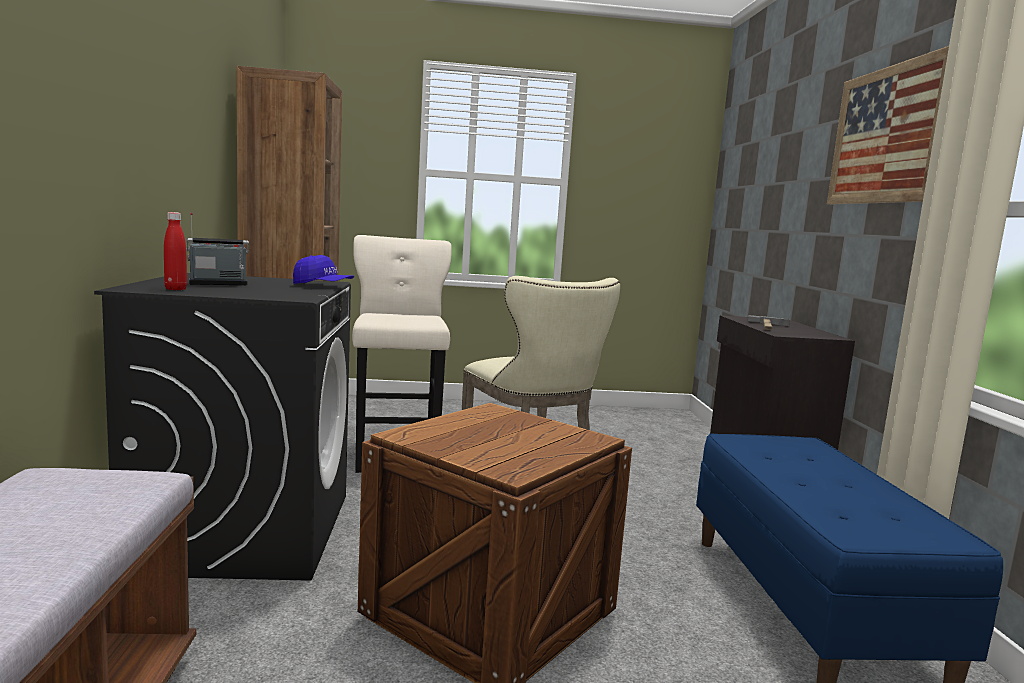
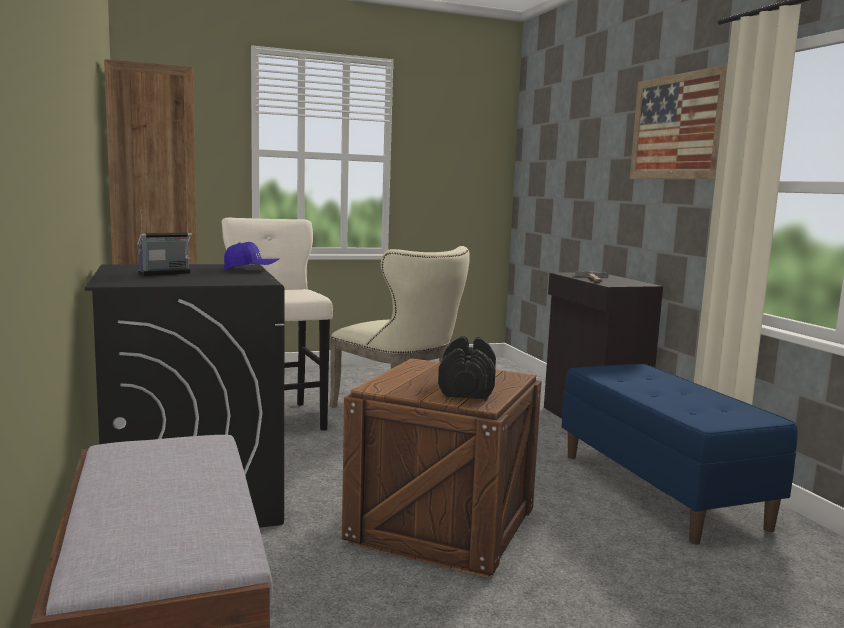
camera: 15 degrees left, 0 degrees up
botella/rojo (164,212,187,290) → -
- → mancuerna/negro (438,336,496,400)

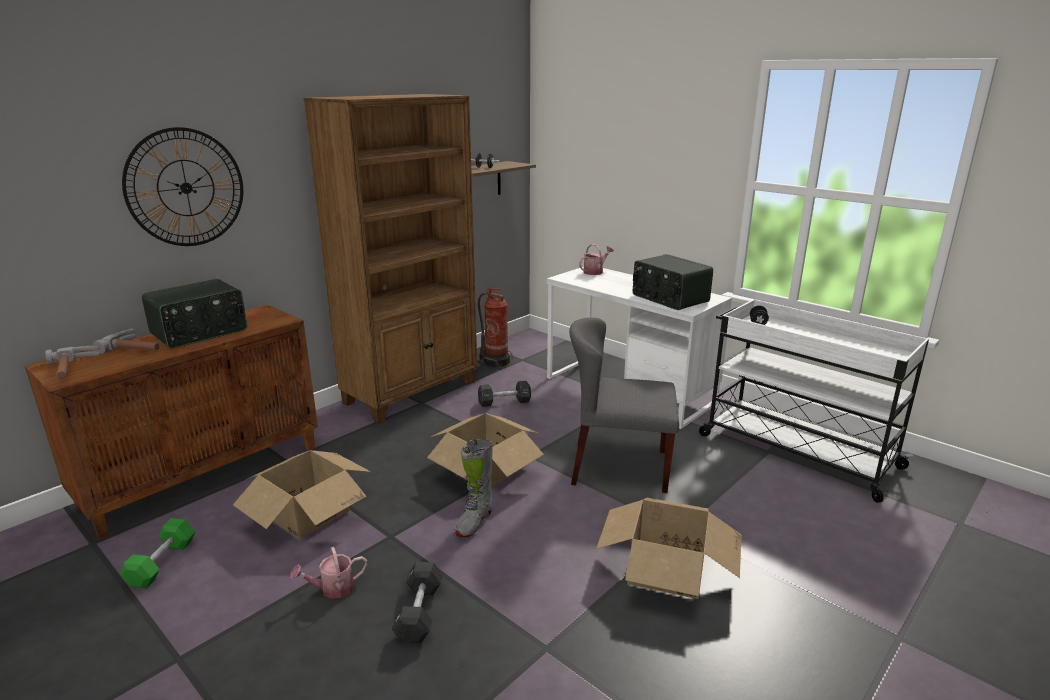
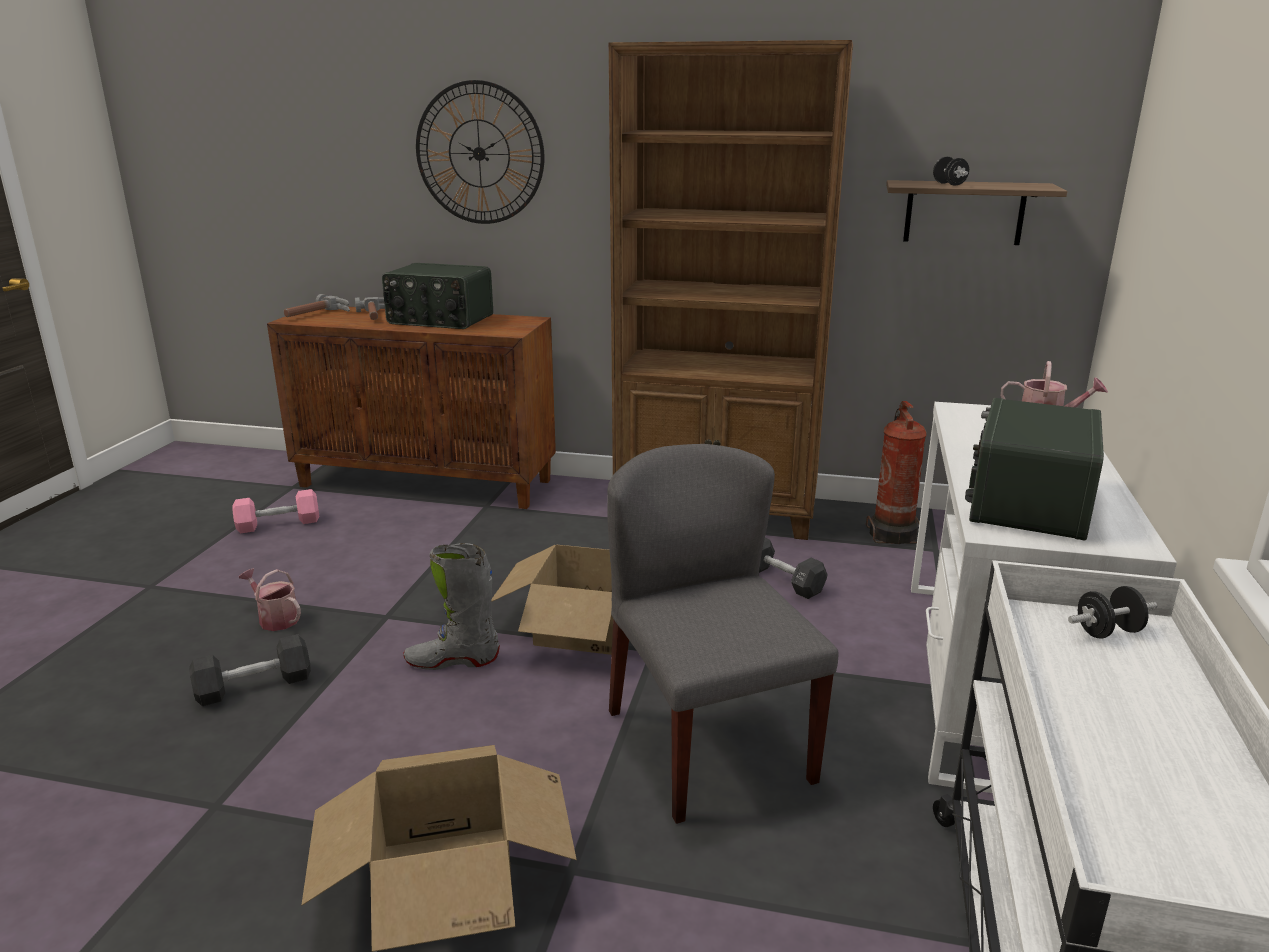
camera: 60 degrees right, 0 degrees up
caja de cartón (233,450,371,539) → -
mancuerna/verde (120,518,195,589) → mancuerna/rosa (232,489,319,534)

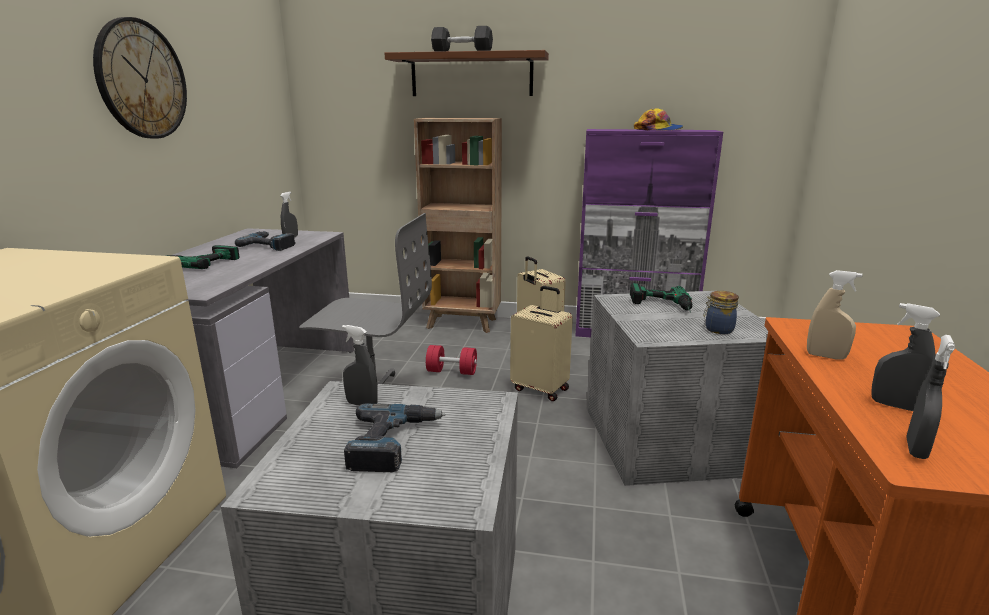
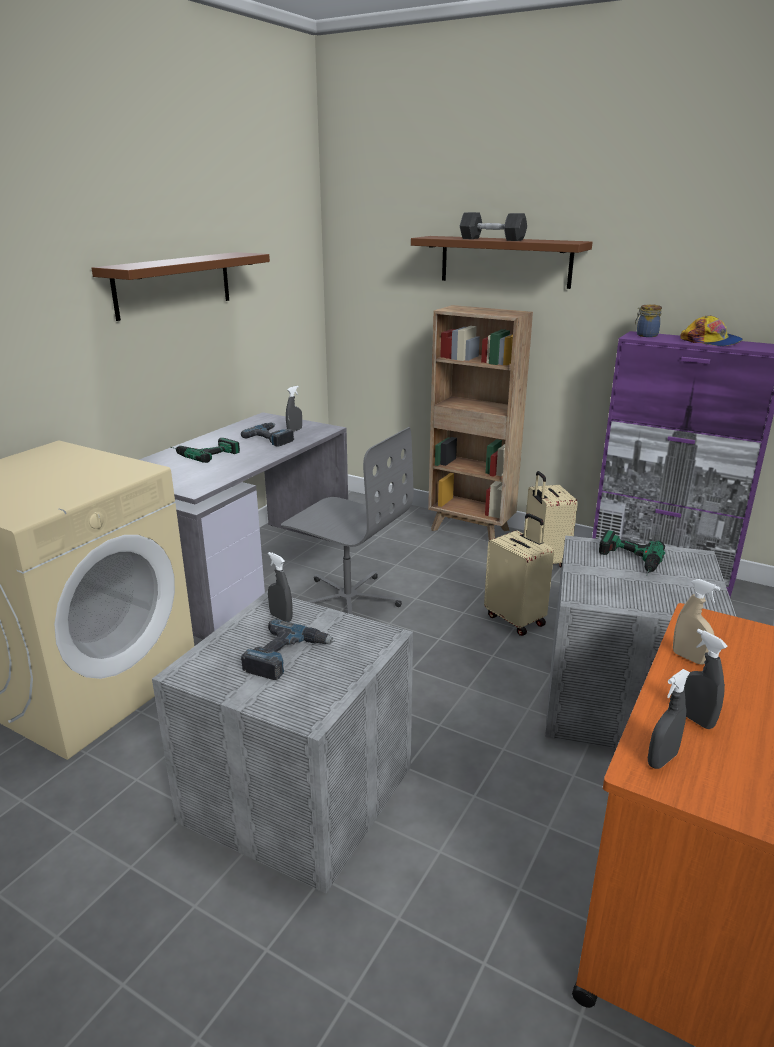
camera: 20 degrees right, 5 degrees up
reloj de pared (93,17,187,138) → estante/marrón (92,252,270,321)
tarro (703,291,739,334) → tarro (635,304,662,337), move
mancuerna/rojo (426,345,477,375) → -

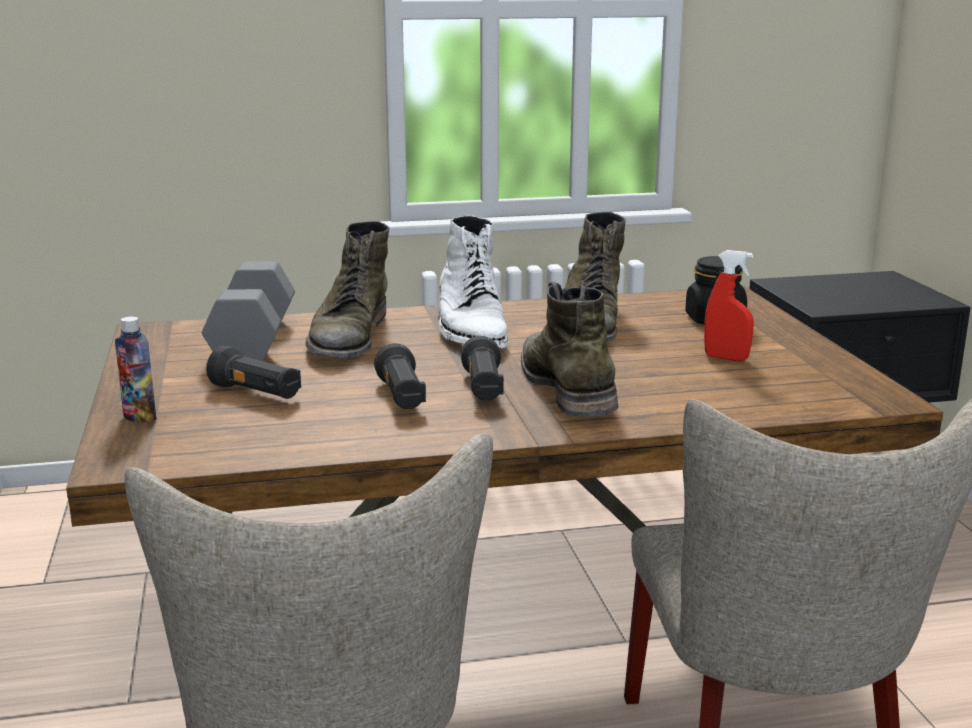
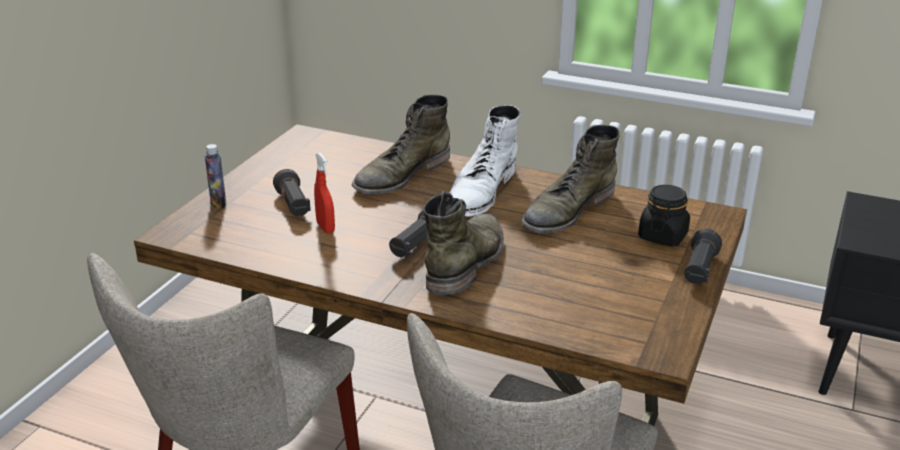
camera: 35 degrees right, 10 degrees up
pulverizador/rojo (704,250,754,361) → pulverizador/rojo (314,153,335,234), move
mancuerna/gris (202,261,295,361) → -
linterna/negro (374,343,426,409) → linterna/negro (684,229,722,284), move

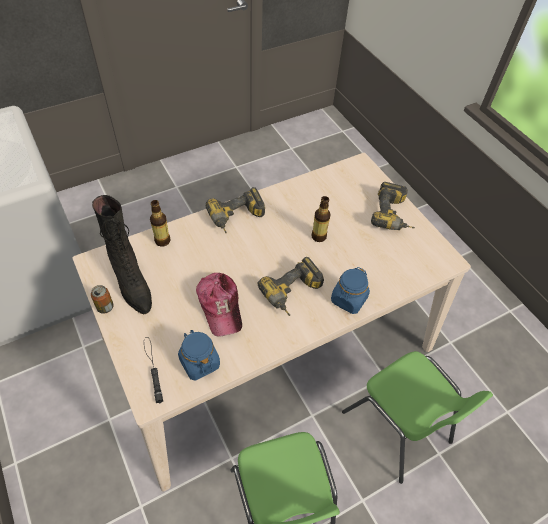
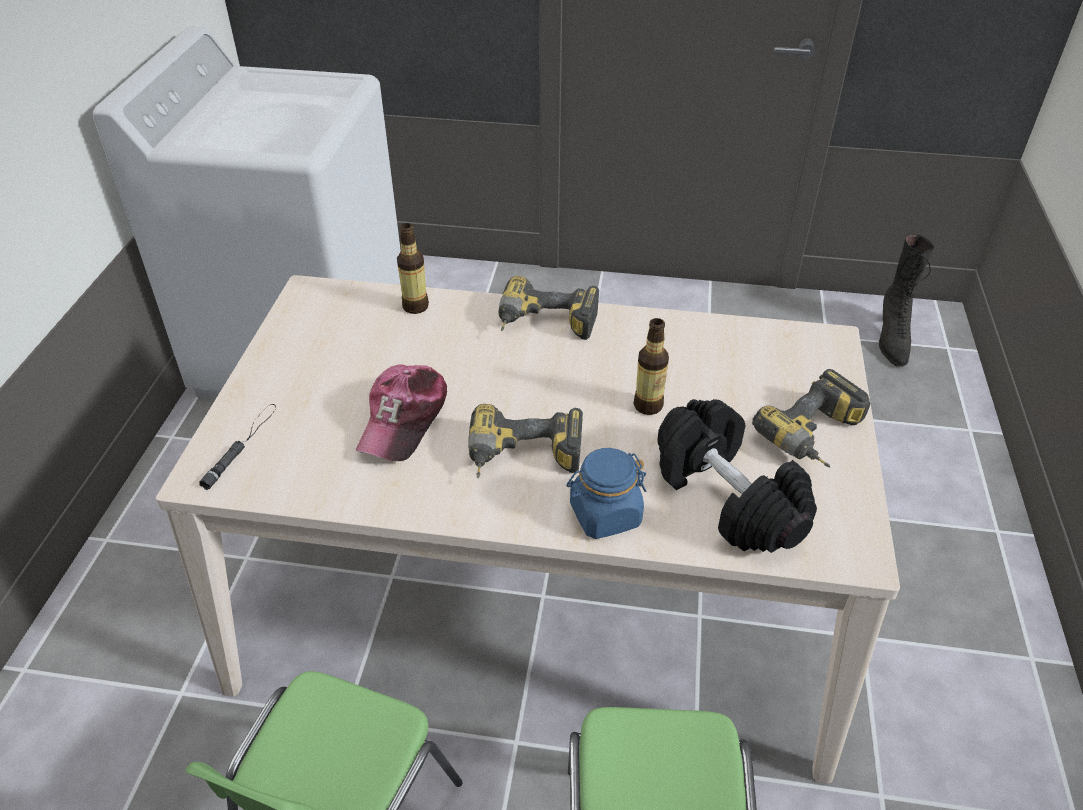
camera: 40 degrees right, 10 degrees down
bota/negro (92,195,152,314) → bota/negro (879,234,934,367), move
lata (91,285,114,314) → -
tarro/azul (178,330,220,381) → -
- → mancuerna/negro (657,399,817,553)

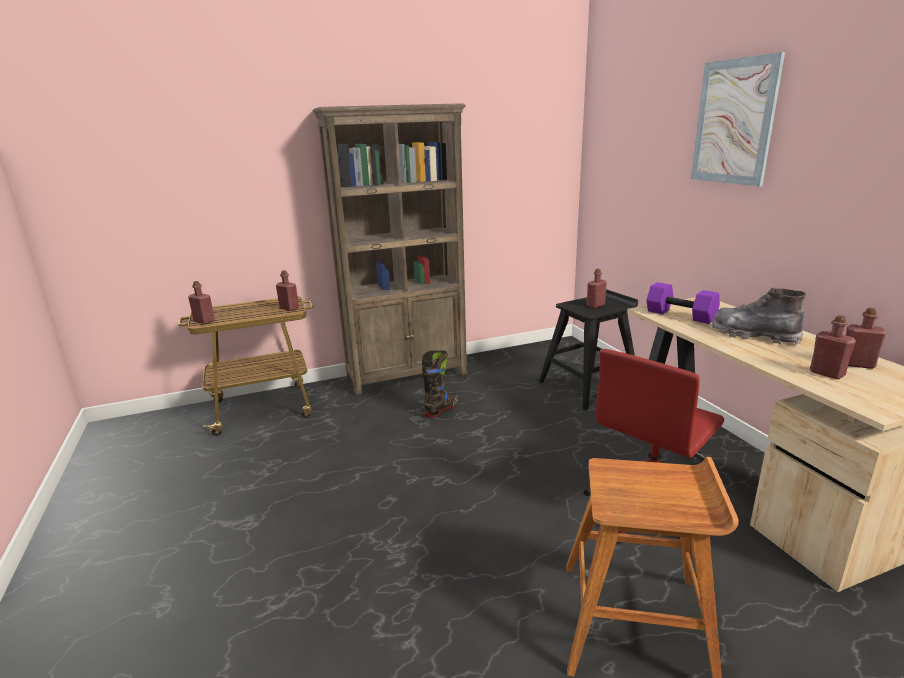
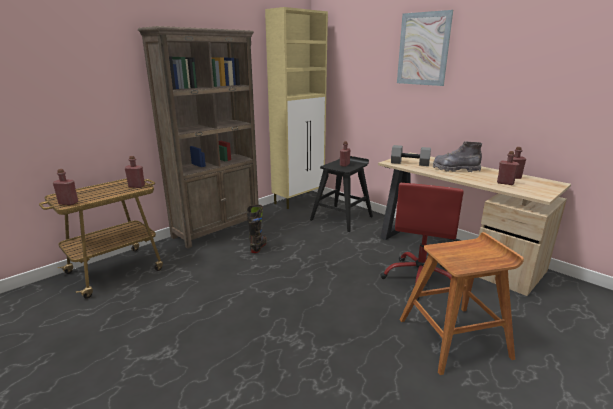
camera: 25 degrees left, 0 degrees up
mancuerna/morado (646,282,720,324) → mancuerna/gris (391,145,431,166)
- → armario/beis (265,7,328,209)

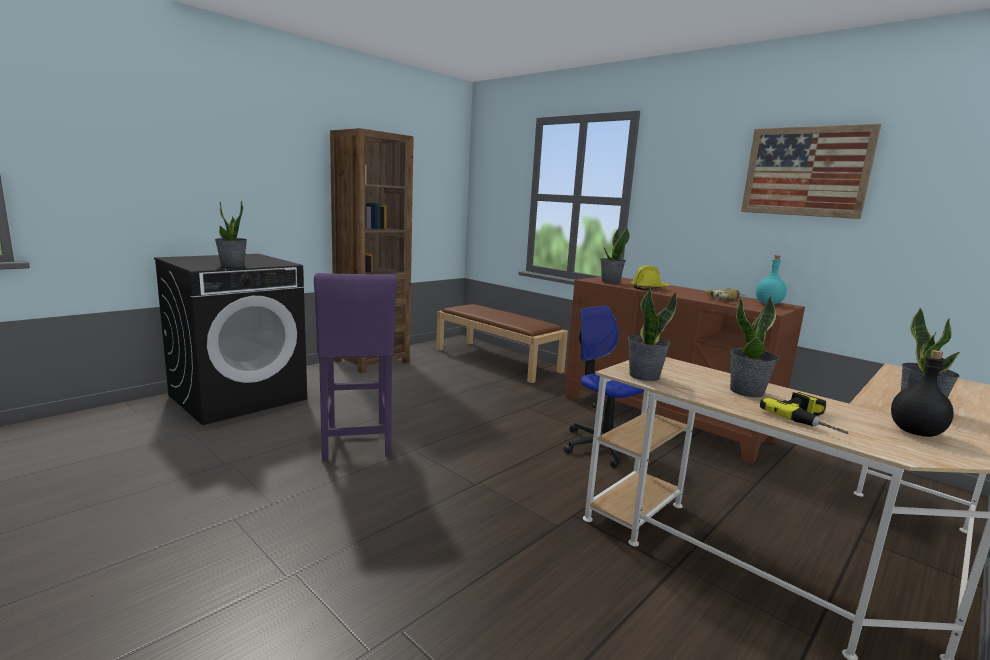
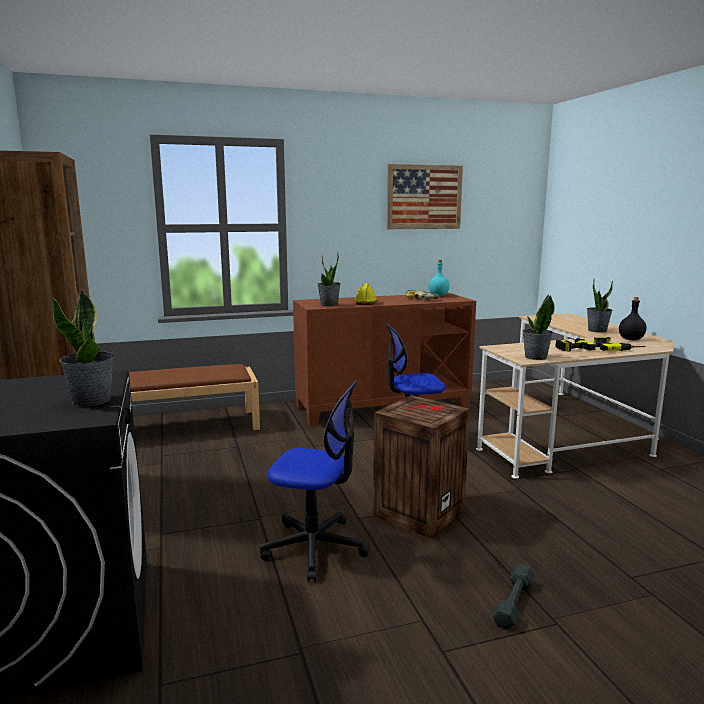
camera: 60 degrees left, 0 degrees up
taburete/morado (314,273,397,461) → silla de oficina (260,381,369,582)
planta en maceta (730,296,779,397) → taladro (555,338,596,352)
- → caja de embalaje (373,395,470,539)
- → mancuerna/gris (492,564,535,629)

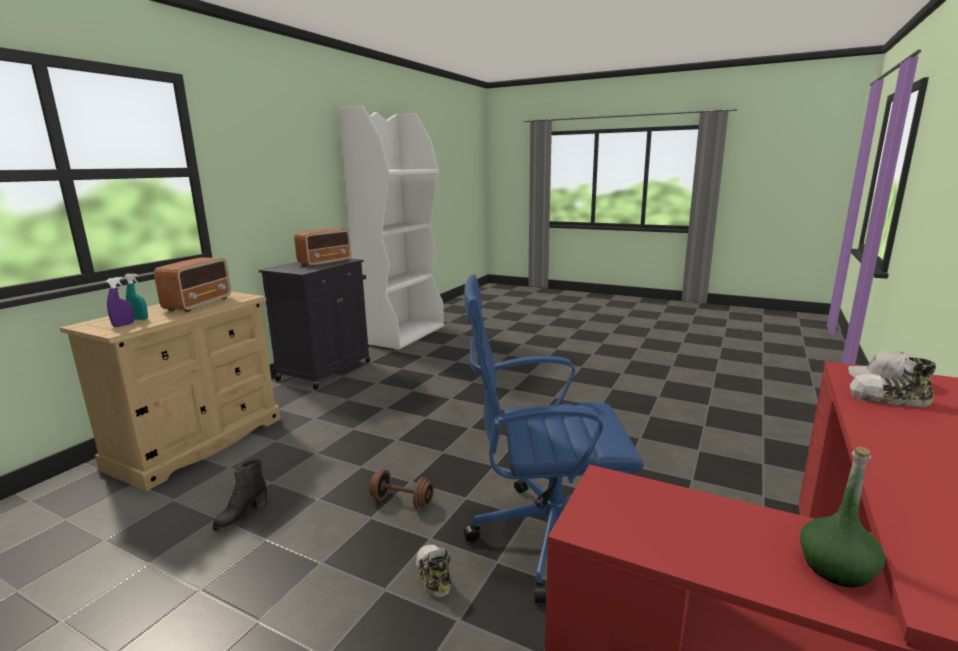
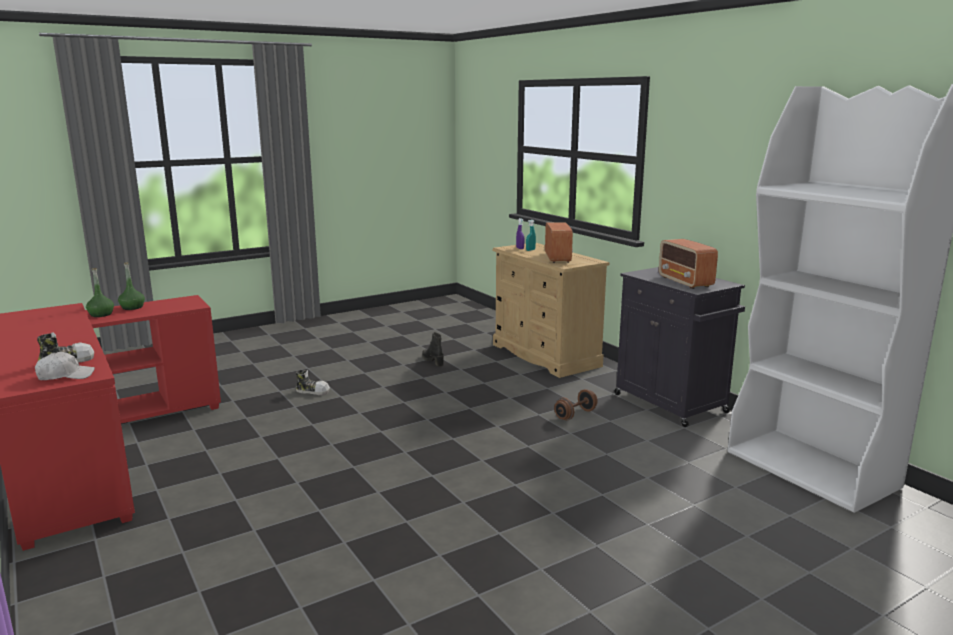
camera: 120 degrees right, 0 degrees up
radio (154,257,231,312) → radio (545,222,573,263), 135 degrees counterclockwise
silla de oficina/azul (464,274,644,603) → -
mancuerna/marrón (369,469,434,509) → mancuerna/marrón (554,389,598,420), move
- → botella/verde (118,262,145,310)

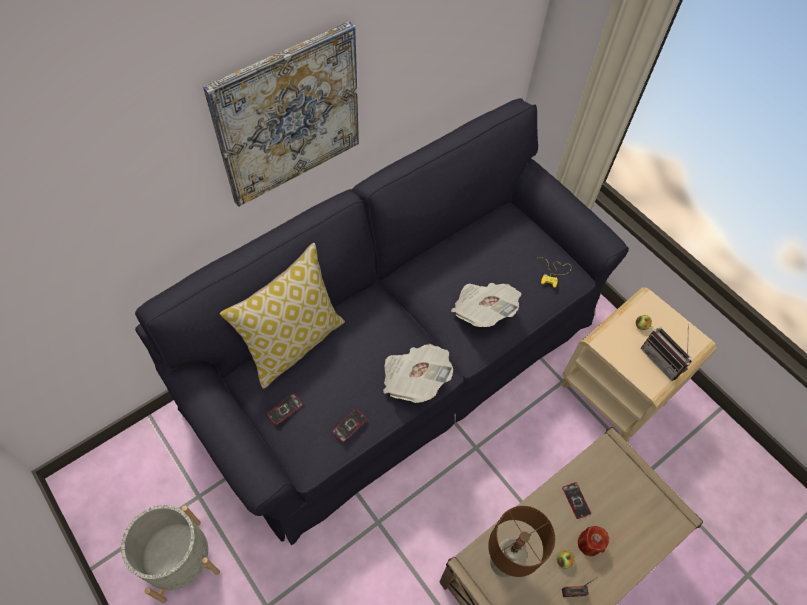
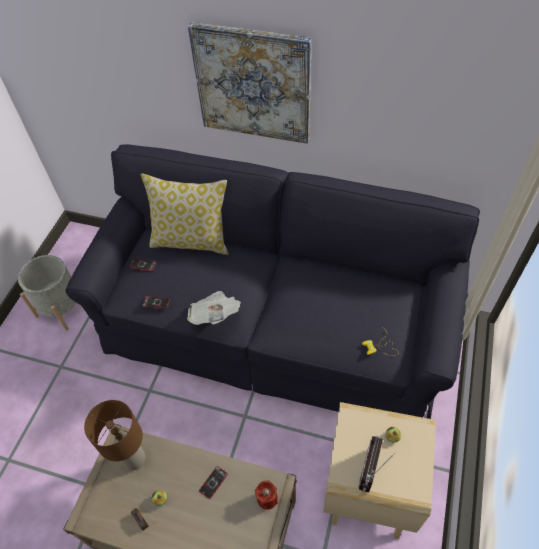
camera: 60 degrees right, 5 degrees down
periódico (451,283,522,327) → -
vela/rojo (578,526,609,556) → vela/rojo (255,481,278,510), move

